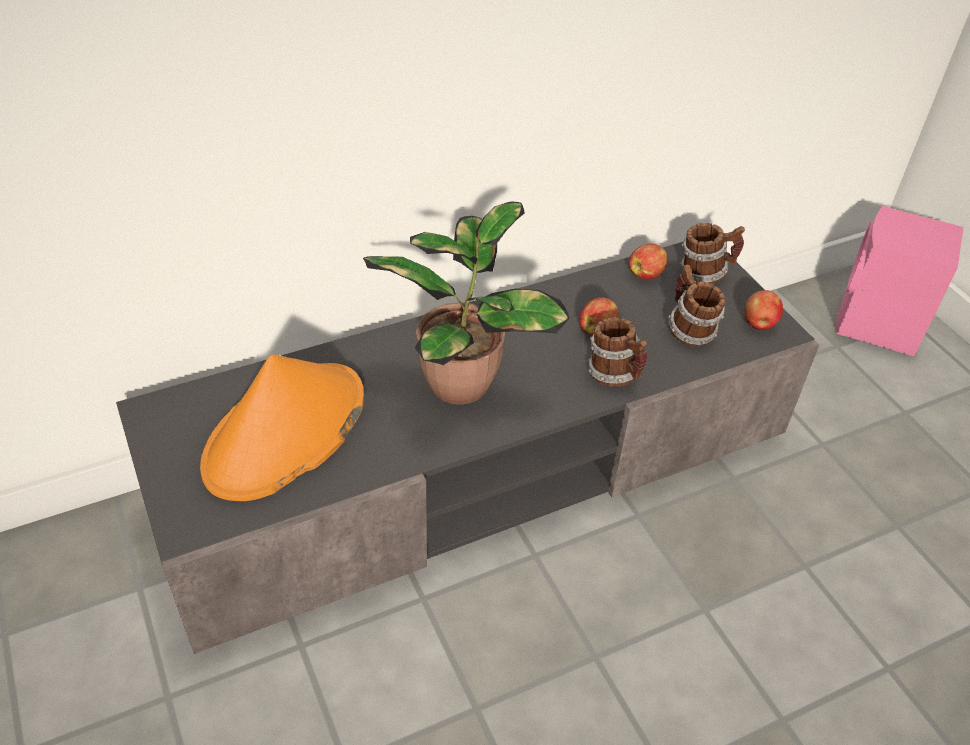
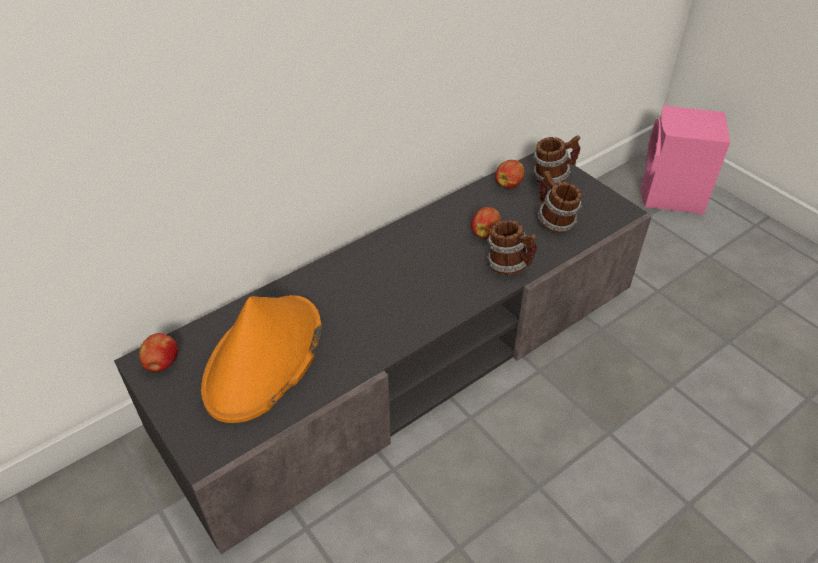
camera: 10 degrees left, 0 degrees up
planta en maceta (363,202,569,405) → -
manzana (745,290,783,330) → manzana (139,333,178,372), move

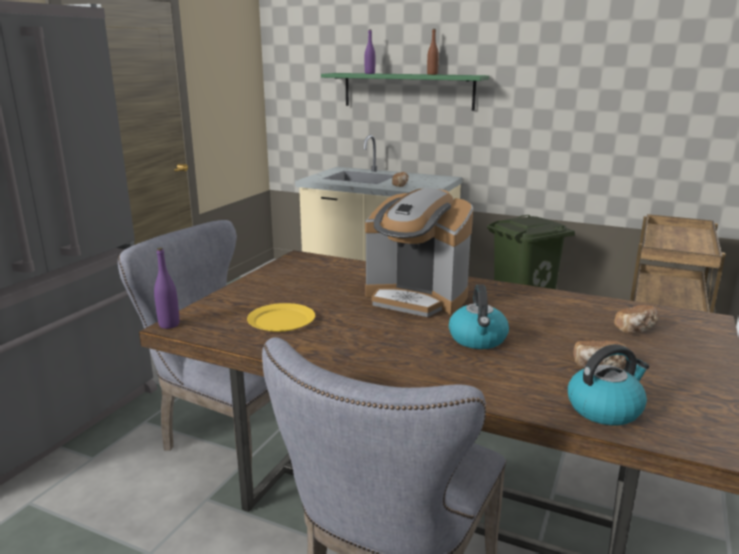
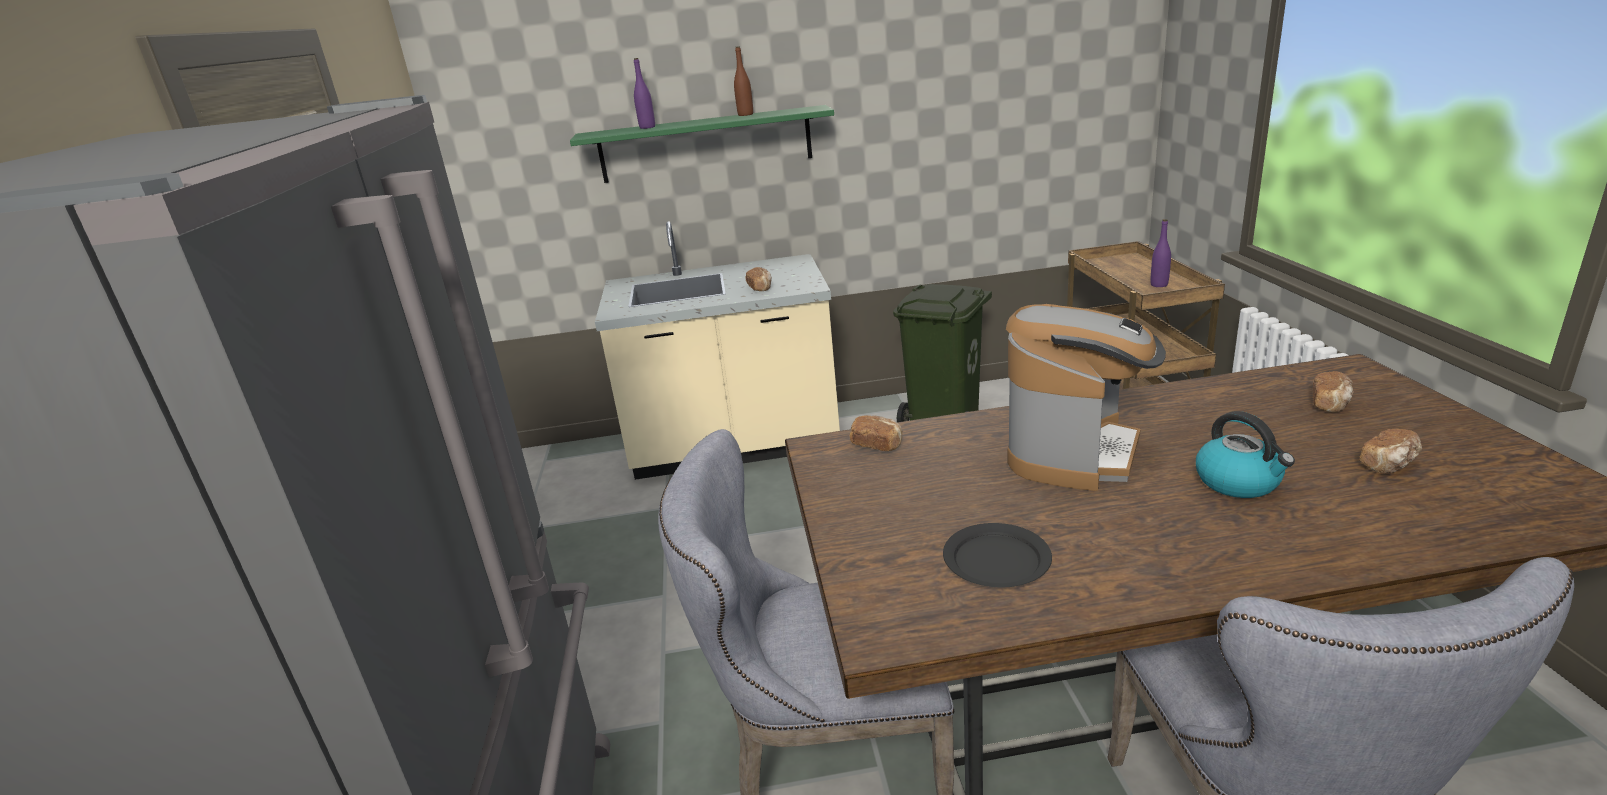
camera: 30 degrees left, 5 degrees up
cafetera (365,188,473,317) → cafetera (1006,304,1166,491), 60 degrees counterclockwise
botella/morado (154,248,179,329) → botella/morado (1150,219,1171,287), move
plato/amarillo (247,303,315,332) → plato/negro (943,523,1052,588)
hervidor (568,344,649,425) → -
- → pan (850,415,903,451)

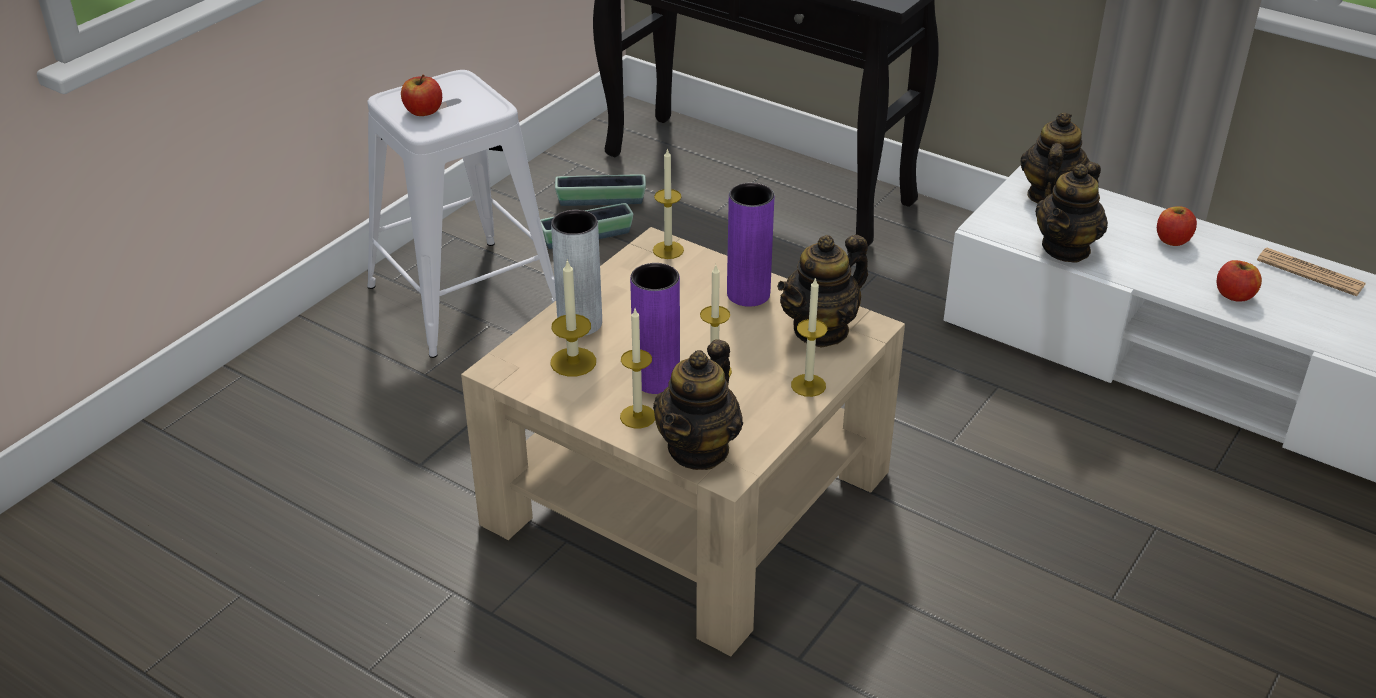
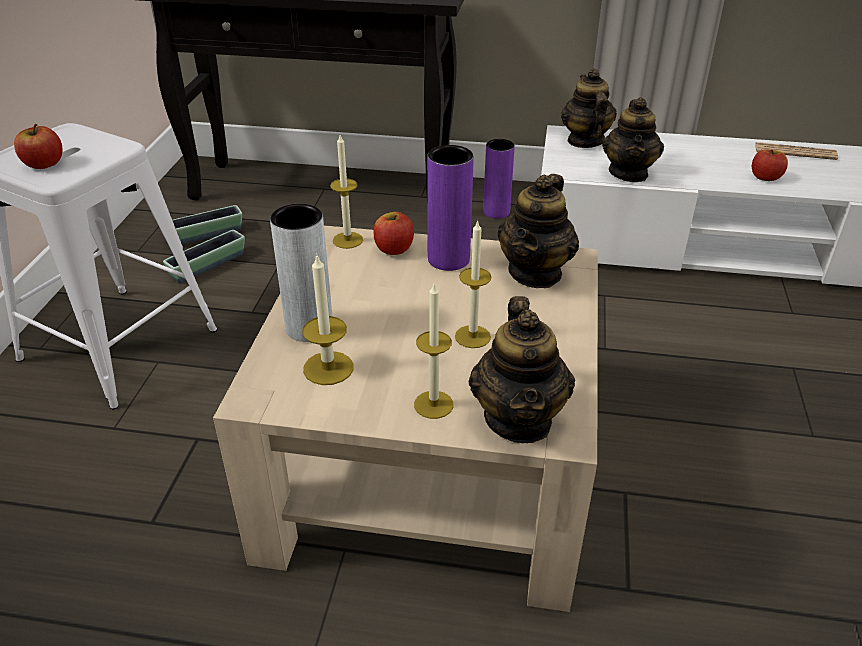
camera: 25 degrees left, 0 degrees up
manzana (1157,207,1197,246) → manzana (373,212,414,255), move
florero/morado (630,263,680,394) → florero/morado (483,139,515,219), move
vela (791,277,827,397) → -

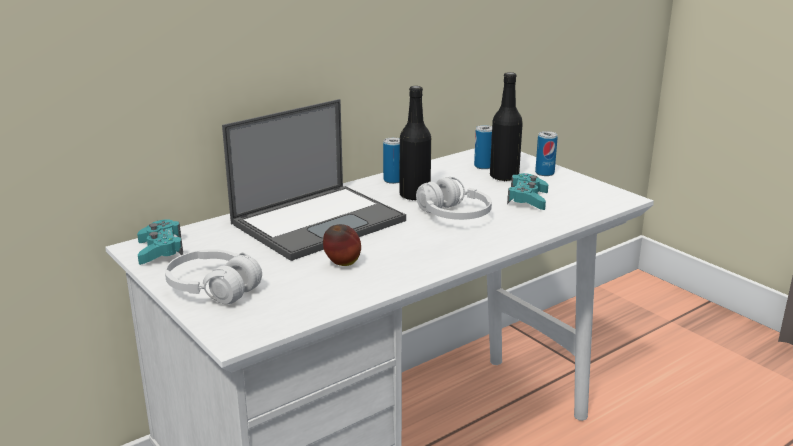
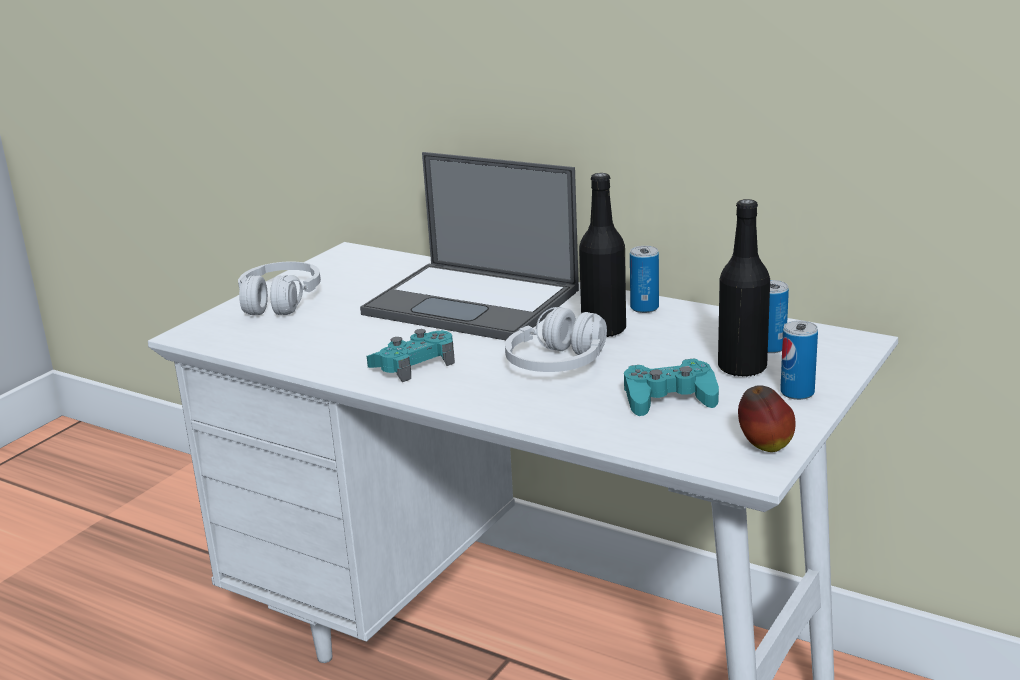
camera: 70 degrees right, 0 degrees up
mando de consola/turquesa (137,219,183,265) → mando de consola/turquesa (367,329,455,382), move
manzana (323,224,361,266) → manzana (738,385,795,452), move

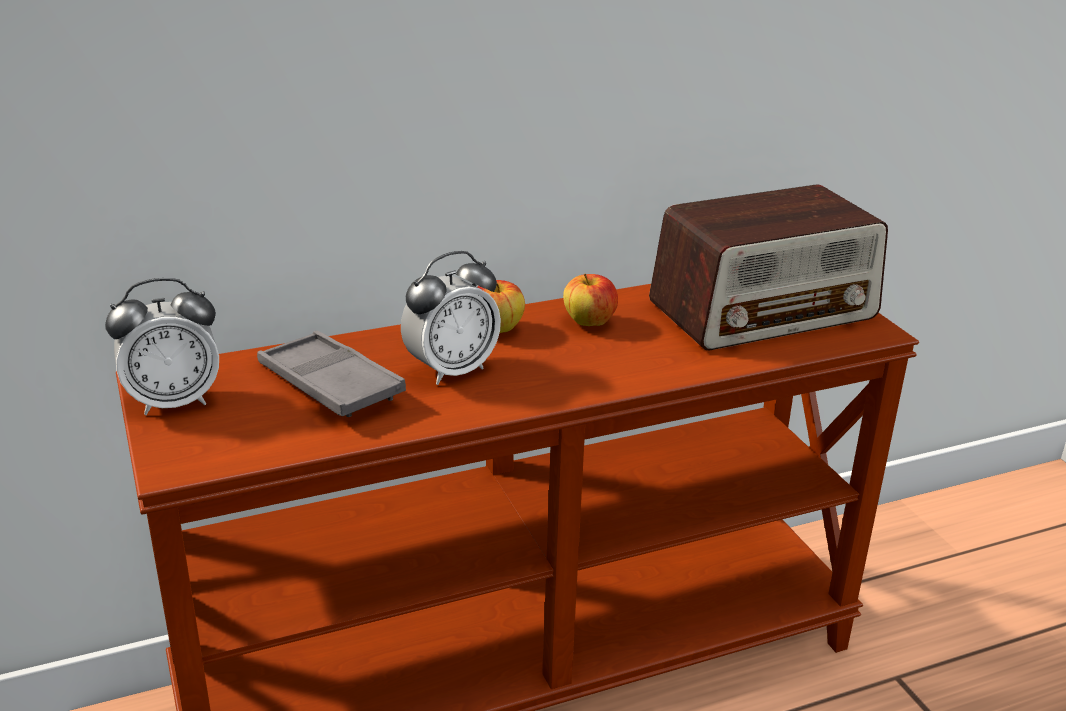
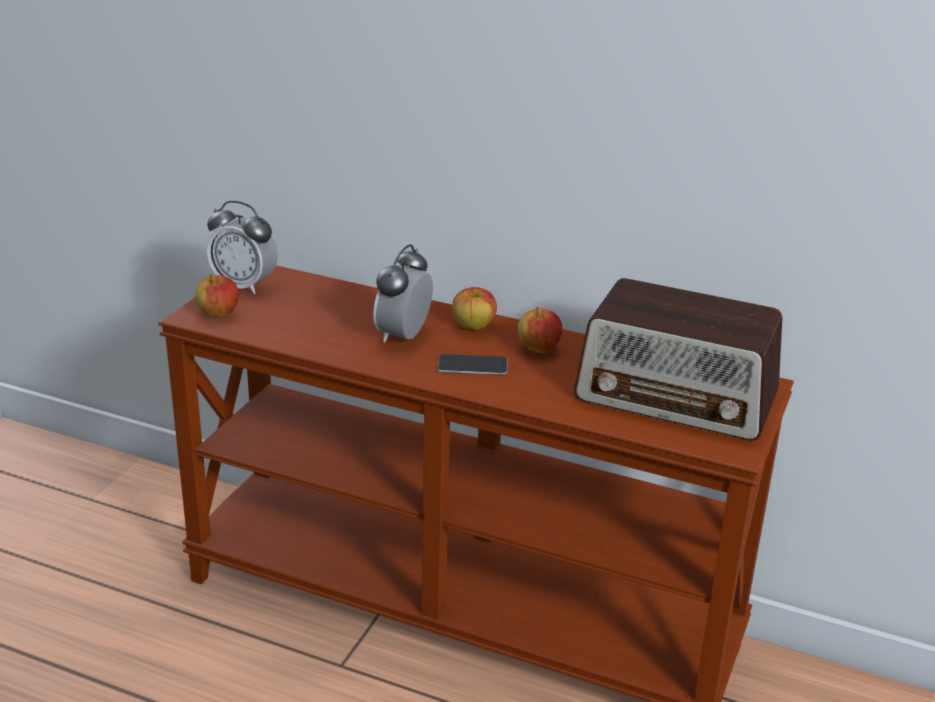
camera: 45 degrees right, 0 degrees up
despertador (401,251,501,385) → despertador (373,244,433,343), 105 degrees clockwise
bandeja/gris (257,331,406,417) → -
- → manzana (195,274,239,318)
- → móvil (438,354,508,375)

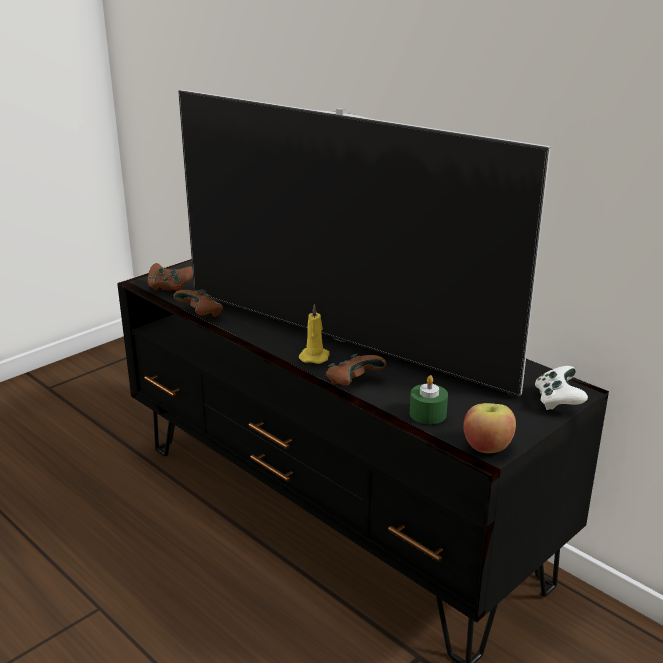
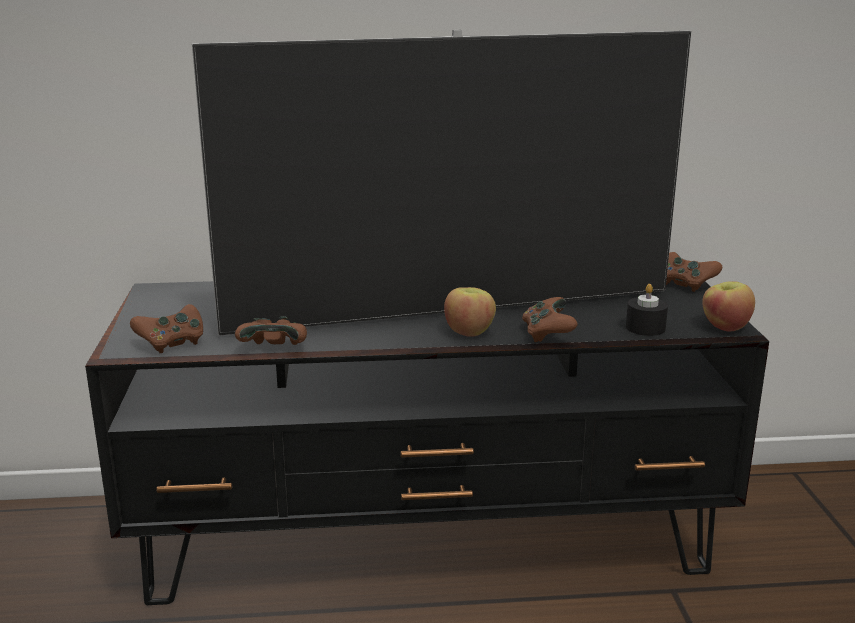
camera: 50 degrees left, 5 degrees down
vela/amarillo (299,304,330,364) → manzana (444,287,496,337)
mando de consola/blanco (535,366,588,410) → mando de consola/marrón (666,252,722,292)
vela/verde (410,375,448,424) → vela/negro (626,284,668,336)

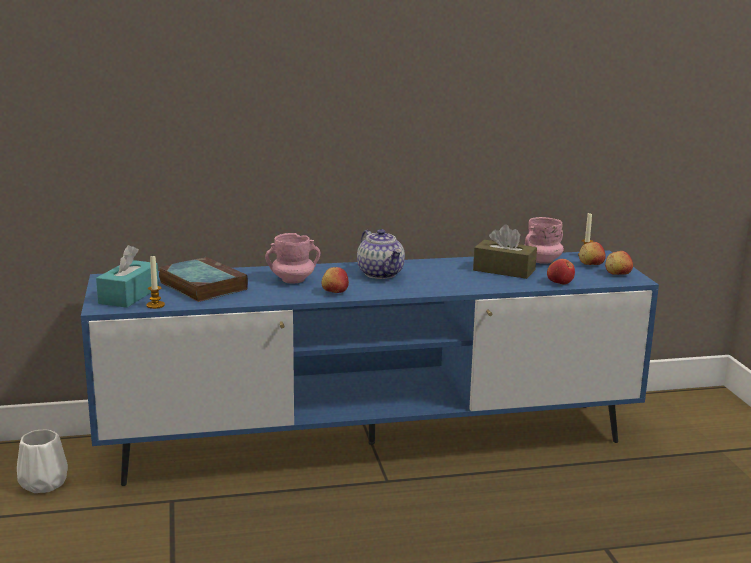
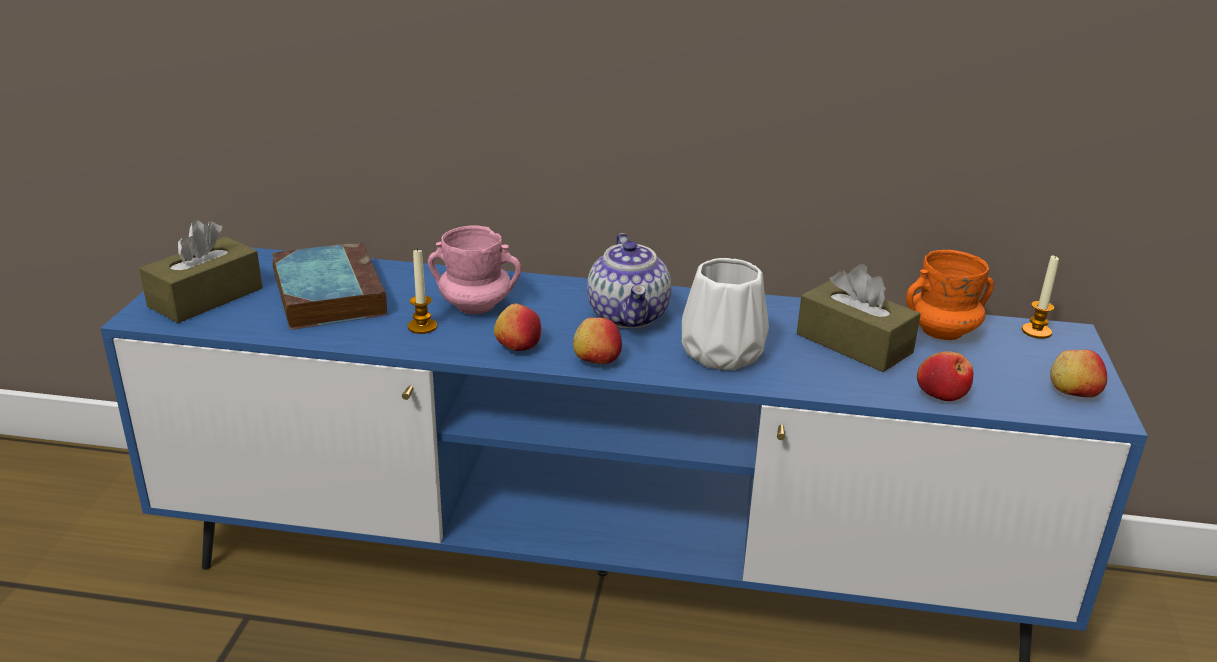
camera: 20 degrees right, 10 degrees up
taza grande/rosa (525,217,564,264) → taza grande/naranja (906,250,994,340)
manzana (579,242,606,265) → manzana (573,318,622,364), move
caja de pañuelos/turquesa (96,245,159,308) → caja de pañuelos/marrón (139,220,263,323)
vela (146,254,165,309) → vela (408,248,437,334), move
florero/blanco (17,430,68,493) → florero/blanco (682,258,769,370), move

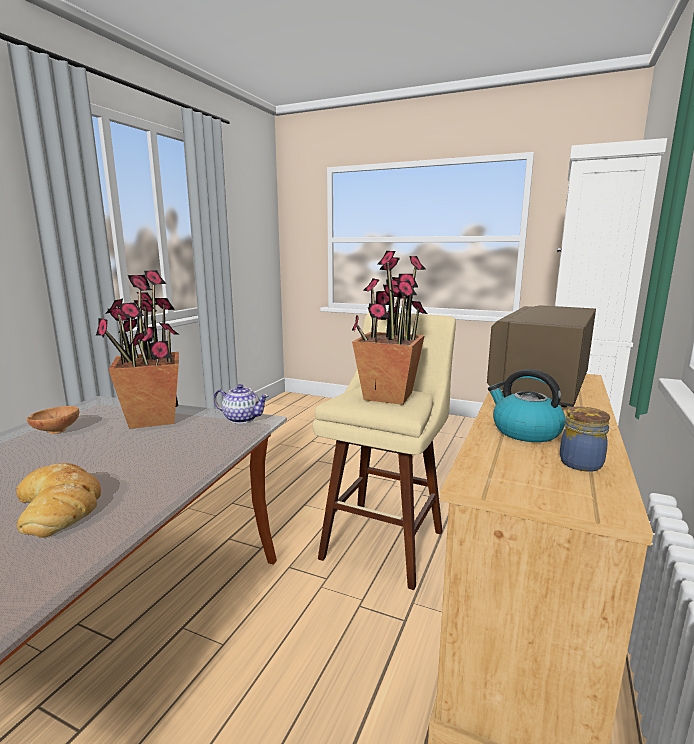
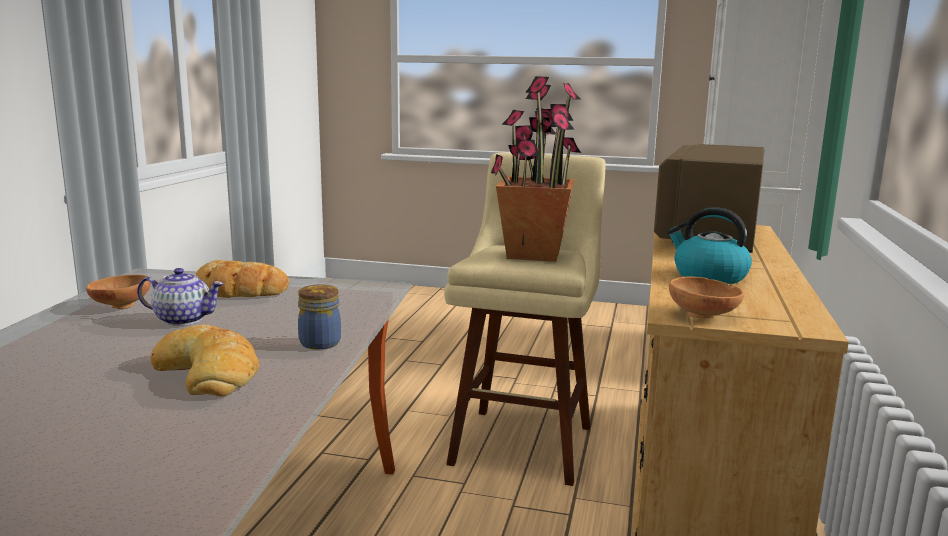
camera: 10 degrees left, 0 degrees up
planta en maceta (96,270,180,429) → pan (196,260,290,298)
tetera (213,384,269,424) → tetera (137,268,224,326), move
tarro (560,407,610,472) → tarro (298,285,341,350), move
- → cuenco/marrón (669,277,744,318)

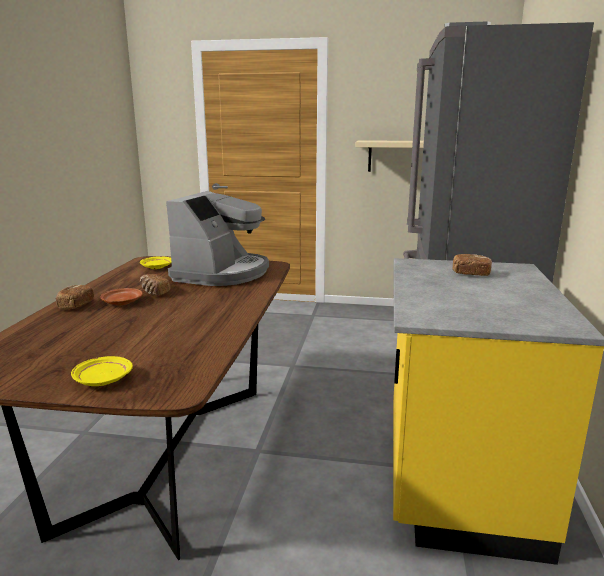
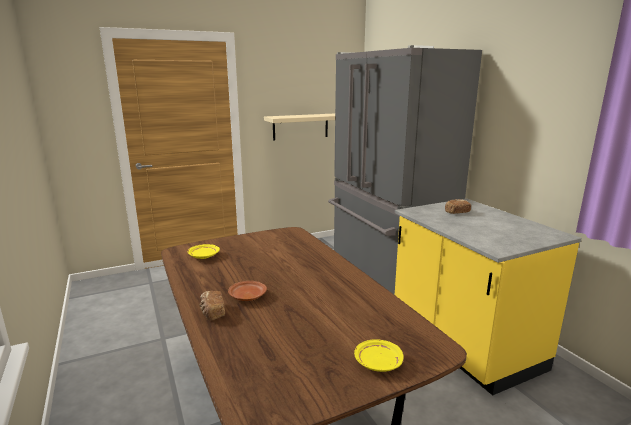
camera: 35 degrees left, 0 degrees up
cafetera (166,191,269,286) → -
pan (140,274,171,296) → -

